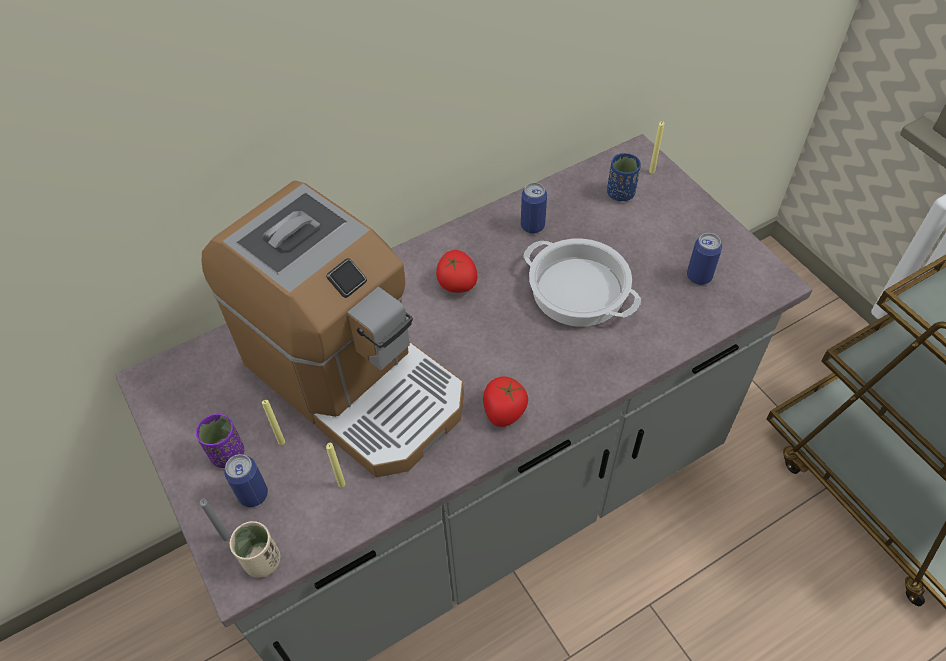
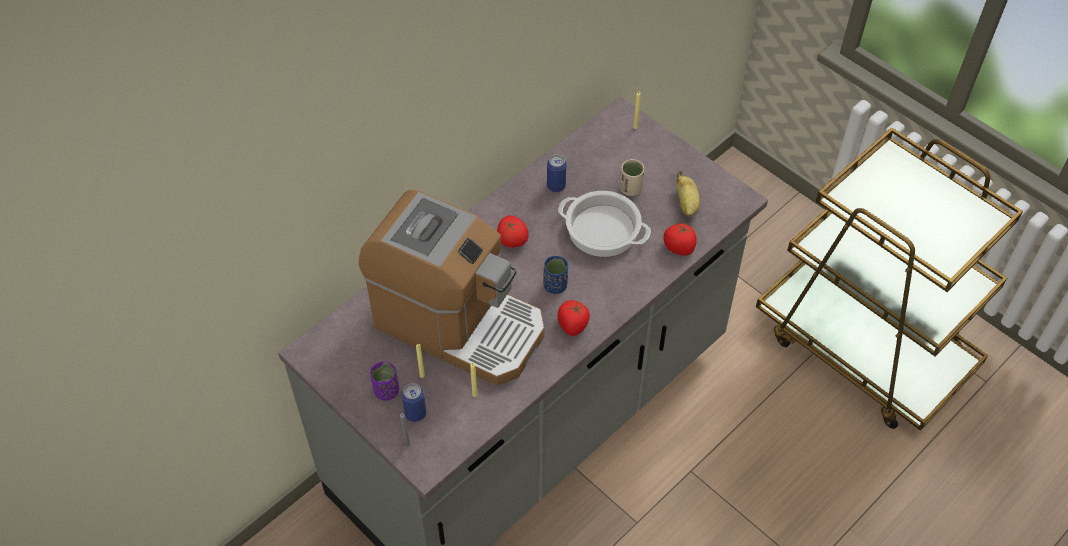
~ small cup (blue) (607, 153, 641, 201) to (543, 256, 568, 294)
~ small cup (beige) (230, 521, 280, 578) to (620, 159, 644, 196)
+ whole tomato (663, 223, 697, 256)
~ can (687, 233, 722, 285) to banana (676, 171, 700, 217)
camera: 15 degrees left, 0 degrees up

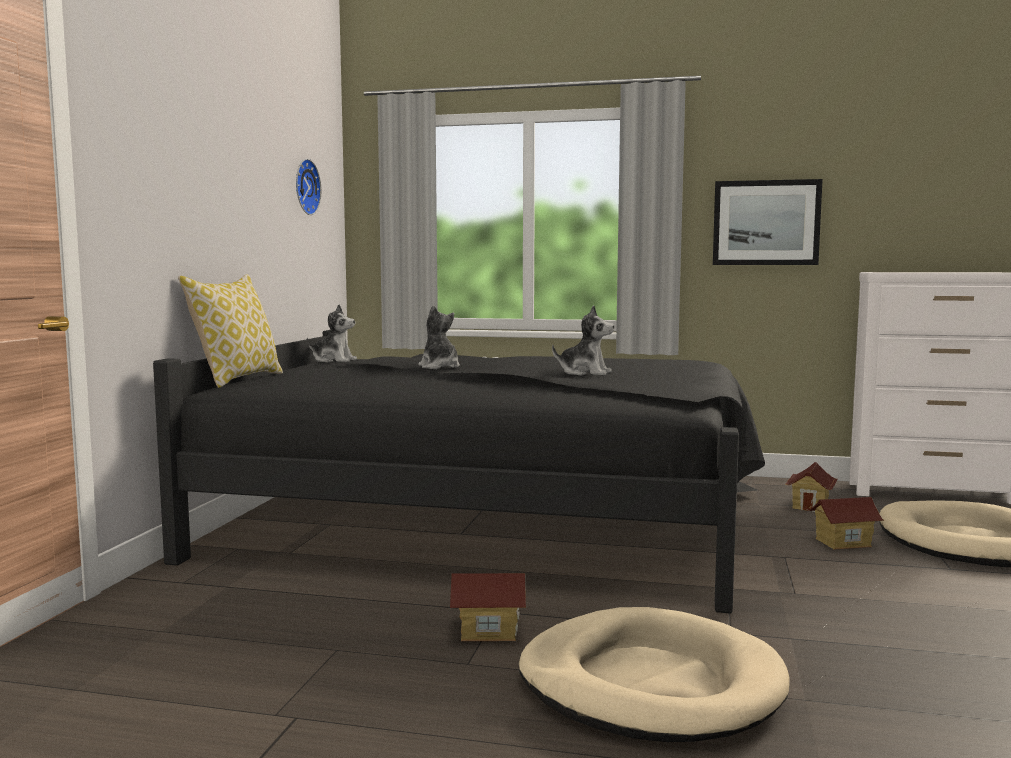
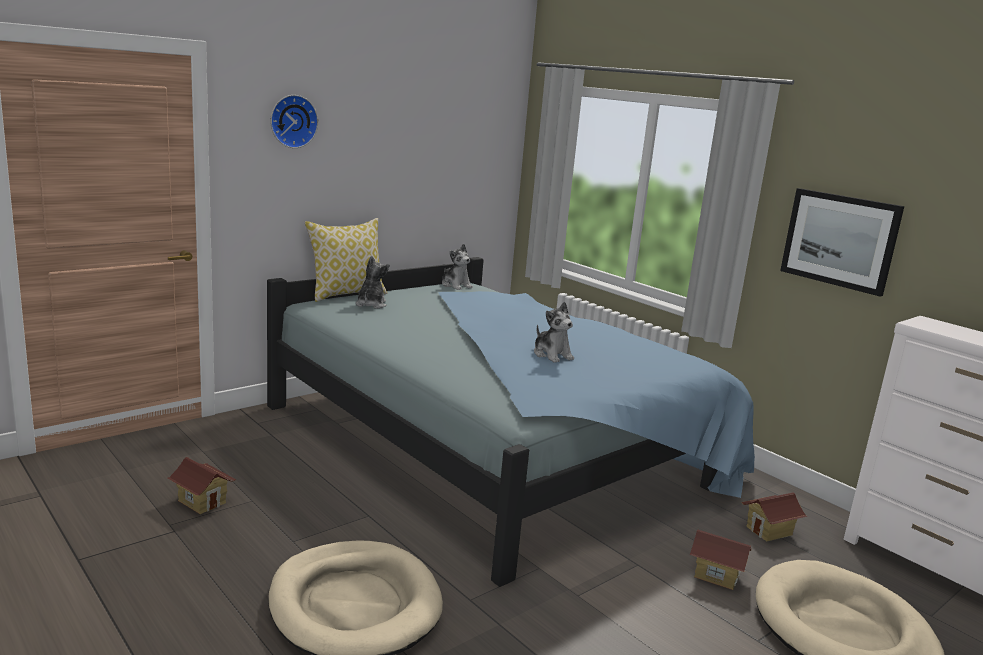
~ model house (450, 573, 526, 641) to (168, 457, 236, 514)
~ bed (blackish) (153, 330, 765, 614) to bed (blue) (267, 257, 755, 587)
~ hanging clock (296, 159, 322, 215) to (270, 95, 318, 148)
~ cuddly toy (419, 305, 460, 369) to (356, 256, 390, 309)
camera: 35 degrees right, 10 degrees up

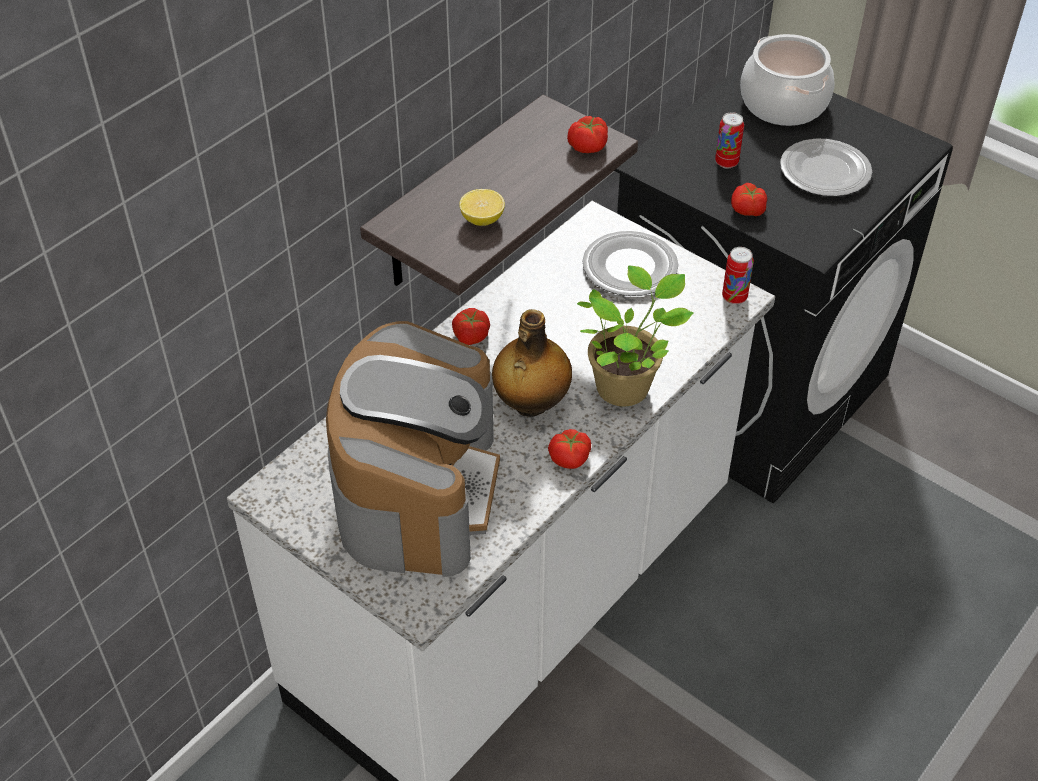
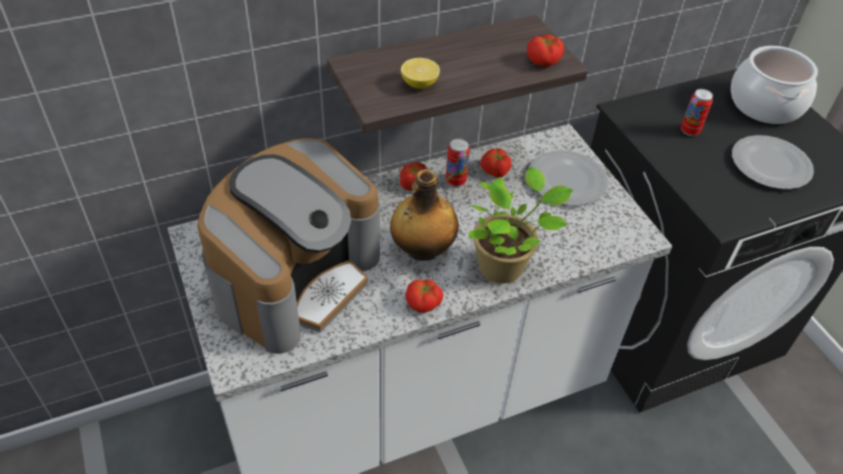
~ can (722, 247, 754, 304) to (446, 139, 470, 187)
~ whole tomato (731, 183, 767, 216) to (480, 148, 511, 178)
camera: 25 degrees right, 0 degrees up

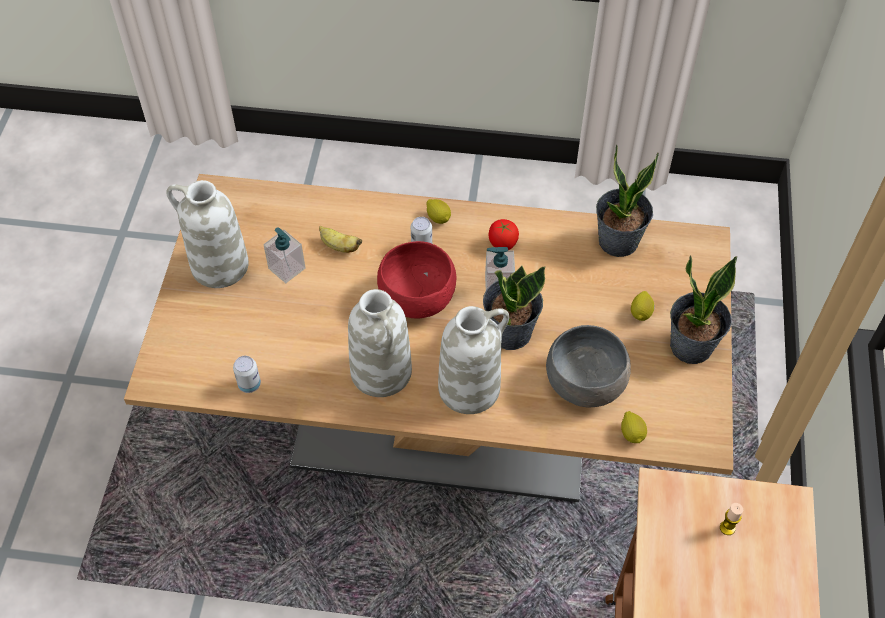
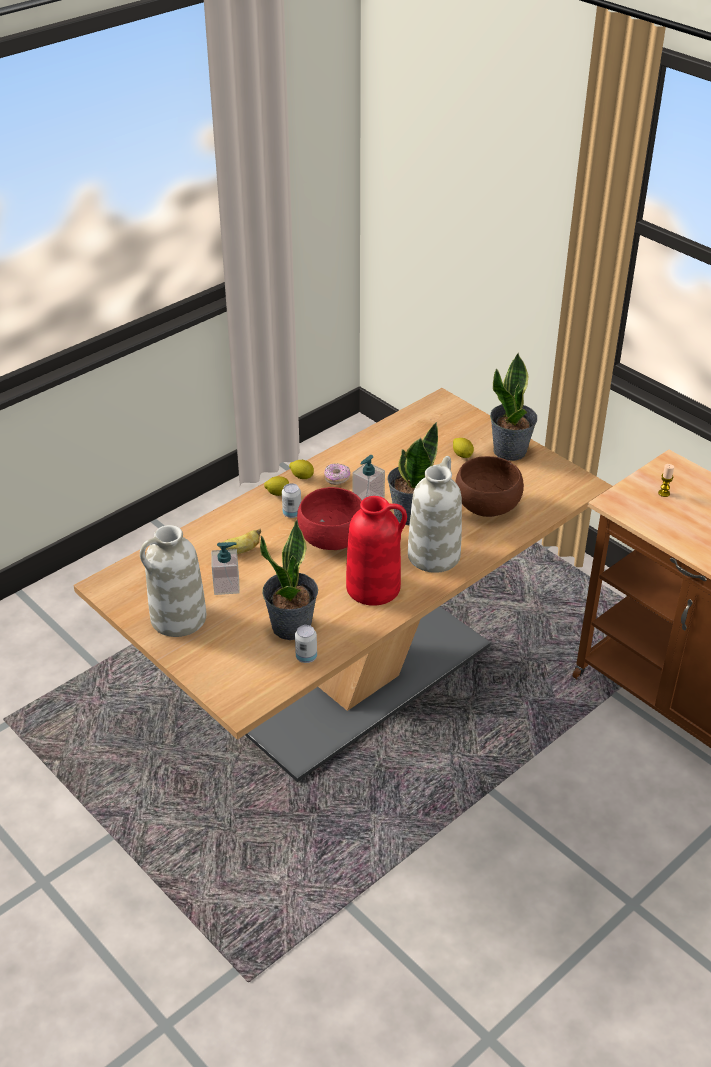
~ plant in a pot (596, 145, 659, 257) to (260, 520, 318, 640)
~ citrus fruit (621, 411, 647, 443) to (289, 460, 314, 479)
~ whole tomato (489, 219, 519, 250) to donut (324, 464, 350, 485)
~ flower vase (whitish) (348, 289, 412, 397) to flower vase (reddish) (346, 496, 407, 606)
~ deep dish (grey) (546, 325, 631, 408) to deep dish (brown) (455, 456, 524, 517)
camera: 50 degrees left, 15 degrees down

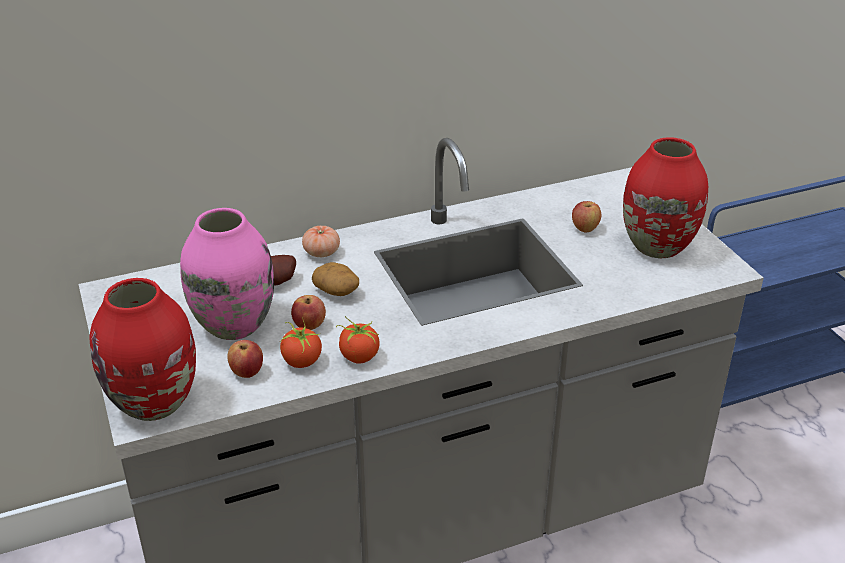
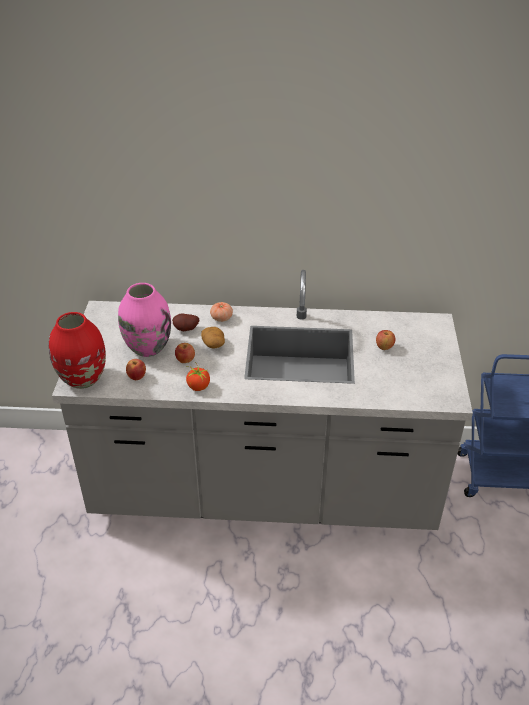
- whole tomato (280, 317, 322, 368)
- flower vase (reddish) (623, 137, 708, 259)
camera: 25 degrees right, 5 degrees up

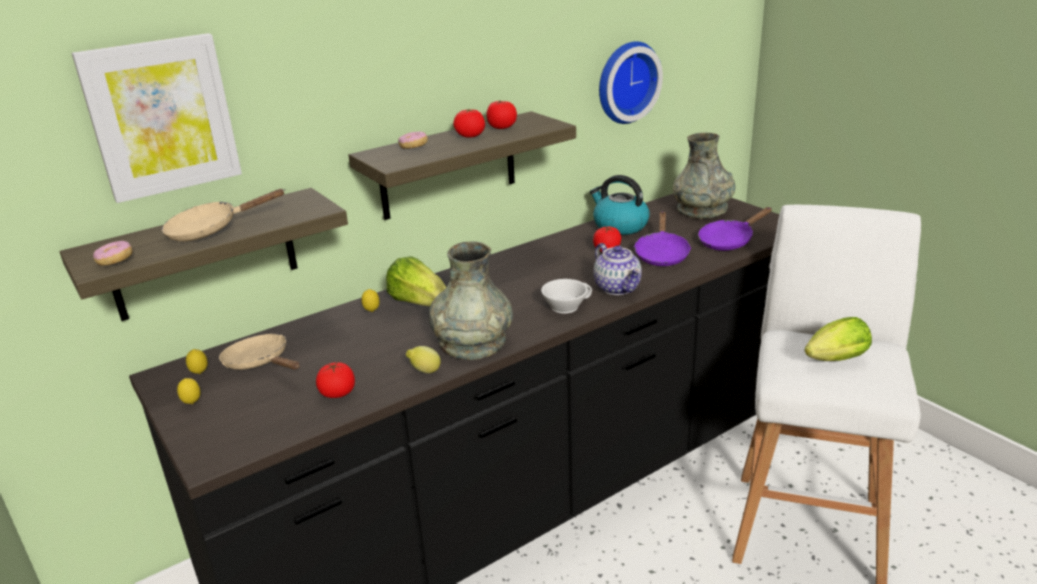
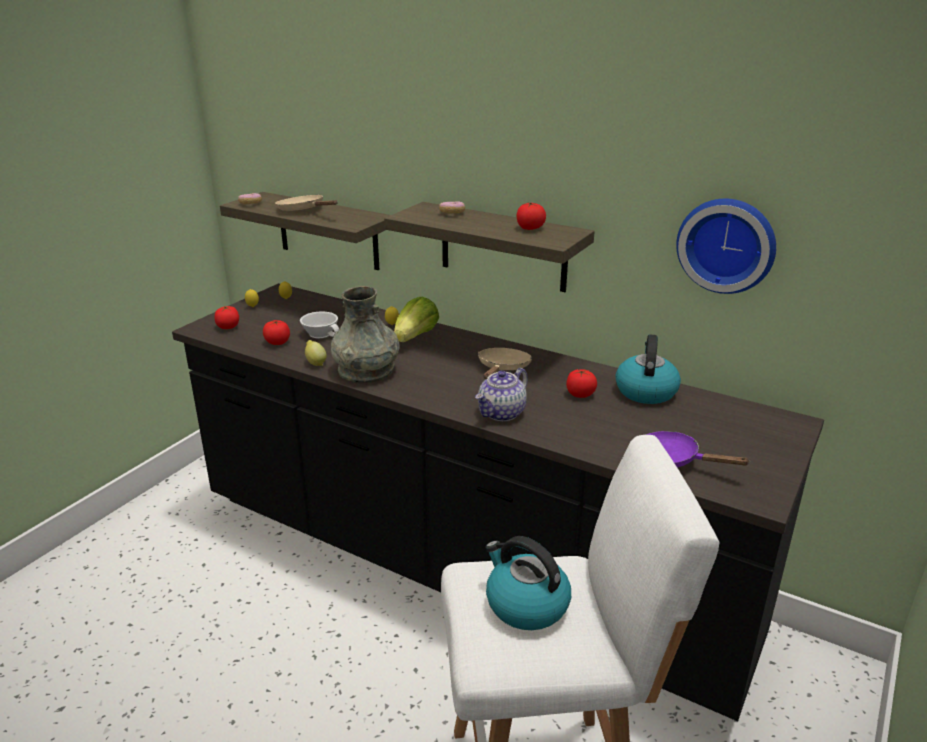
~ whole tomato (453, 109, 485, 138) to (215, 306, 239, 329)
~ small cup (whitish) (541, 279, 592, 313) to (300, 311, 339, 338)
~ pan (beige) (219, 334, 300, 370) to (478, 348, 532, 379)
~ head of lettuce (804, 317, 872, 361) to kettle (485, 536, 571, 630)
- picture (72, 33, 242, 203)
- pan (purple) (634, 212, 691, 266)
- flower vase (grey) (673, 133, 736, 219)
camera: 65 degrees right, 0 degrees up

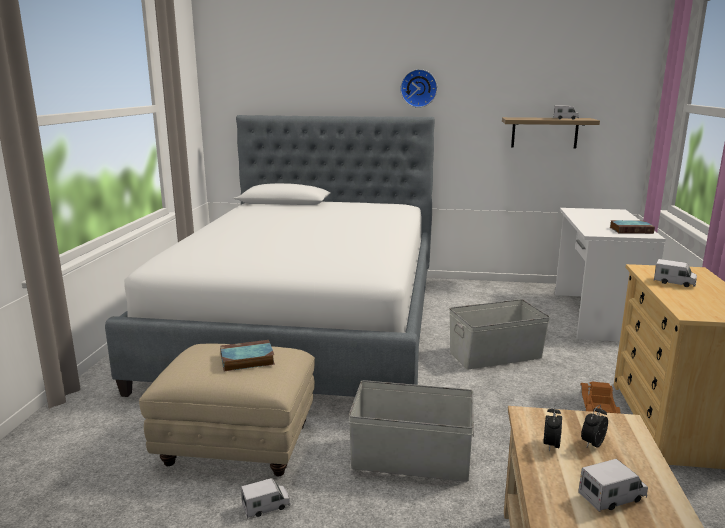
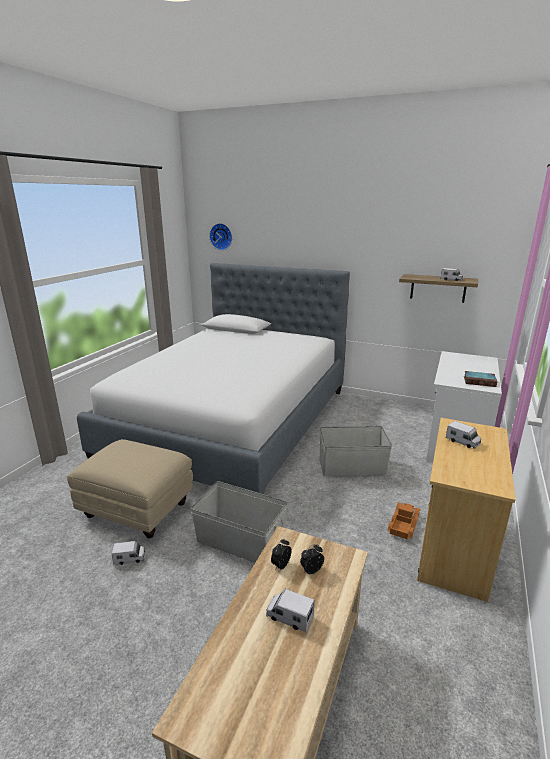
~ hanging clock (400, 69, 437, 108) to (209, 223, 232, 250)
~ toy lorry (578, 459, 648, 512) = (266, 589, 314, 633) 150 degrees counterclockwise
- bound book (220, 340, 275, 371)
camera: 15 degrees right, 5 degrees up

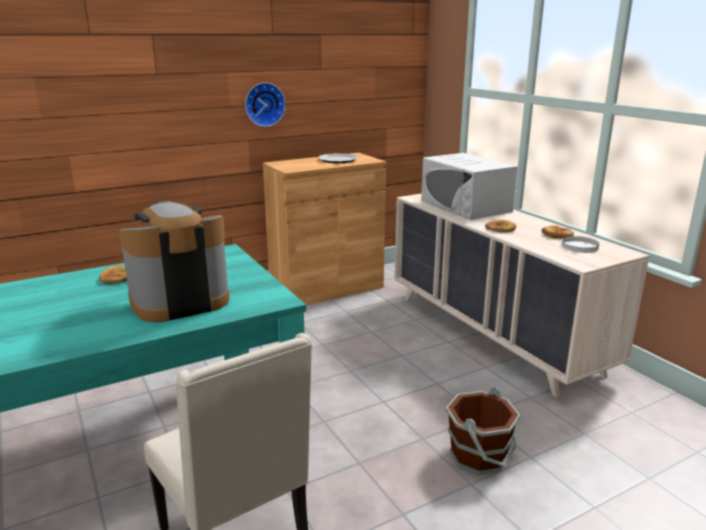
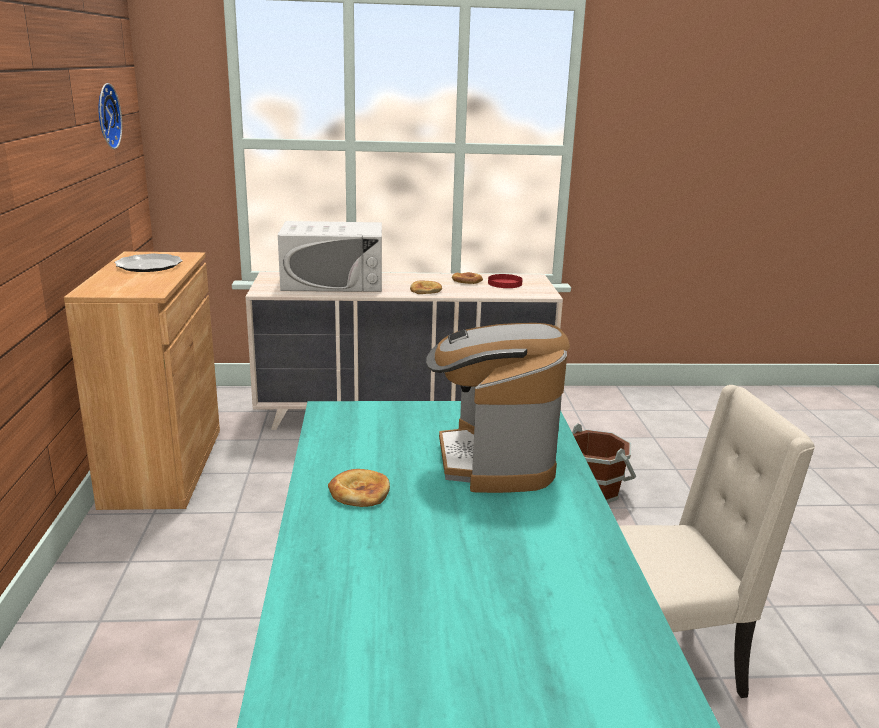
~ hanging clock (245, 83, 286, 127) to (99, 83, 122, 149)
~ dinner plate (whitish) (562, 236, 599, 253) to dinner plate (reddish) (488, 274, 523, 288)
camera: 65 degrees left, 0 degrees up

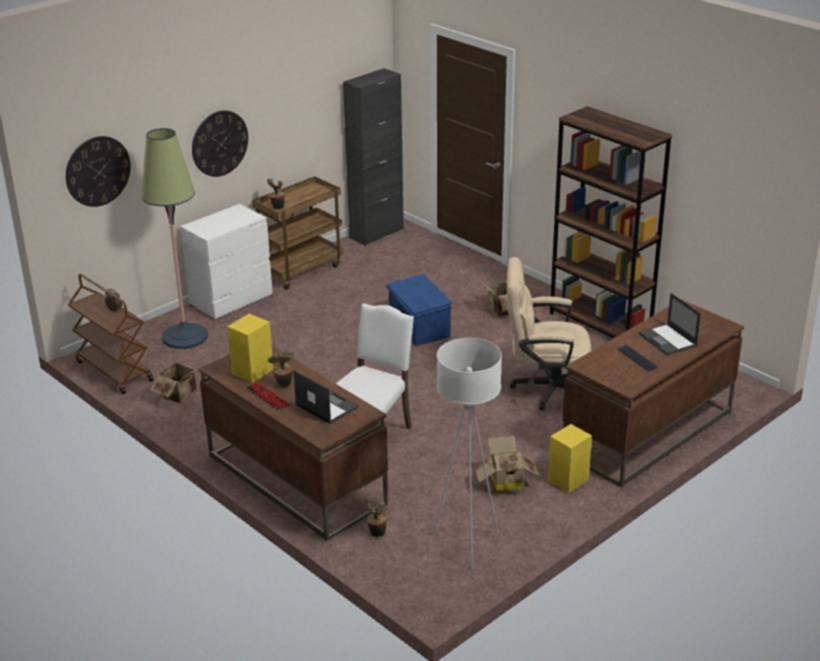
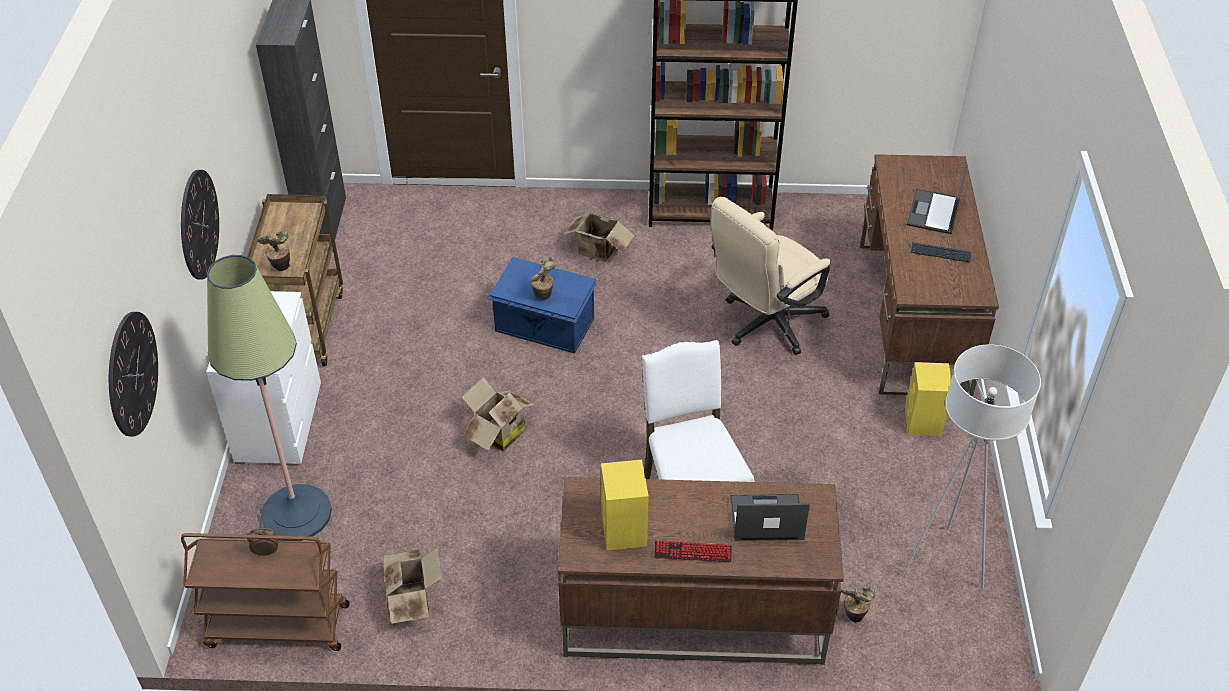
~ carton (473, 436, 539, 495) to (462, 378, 535, 451)
~ plant in a pot (268, 350, 294, 387) to (531, 257, 556, 300)
~ laptop (639, 293, 701, 355) = (907, 163, 967, 234) 90 degrees clockwise
camera: 45 degrees left, 15 degrees up

